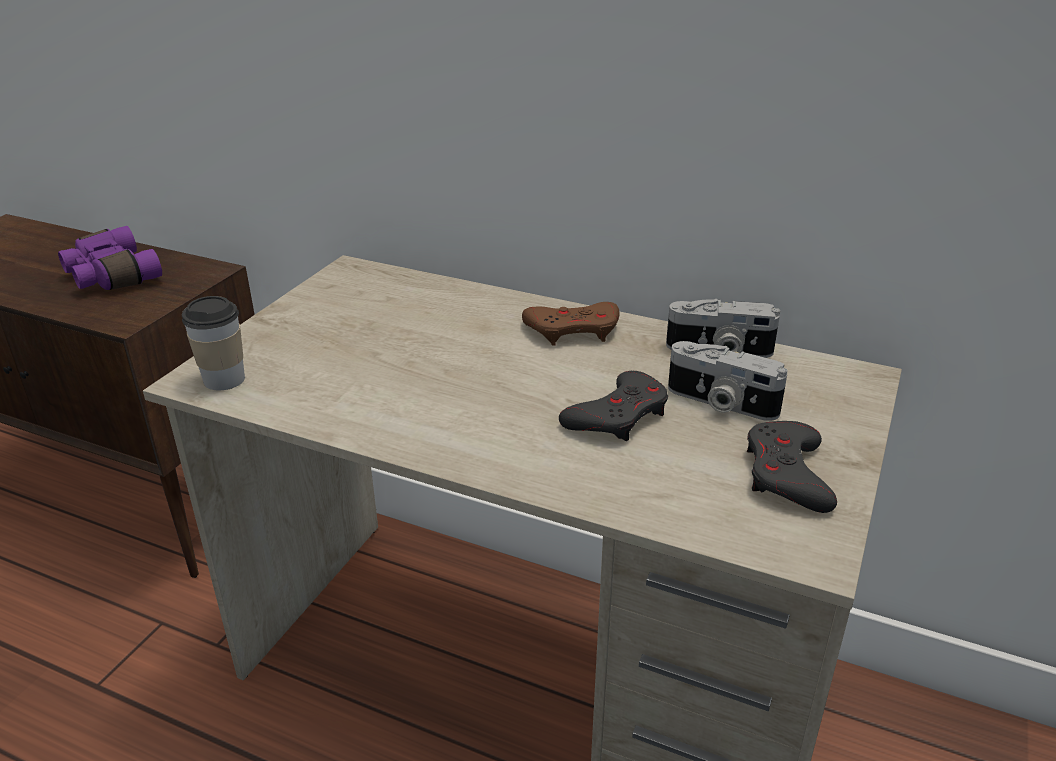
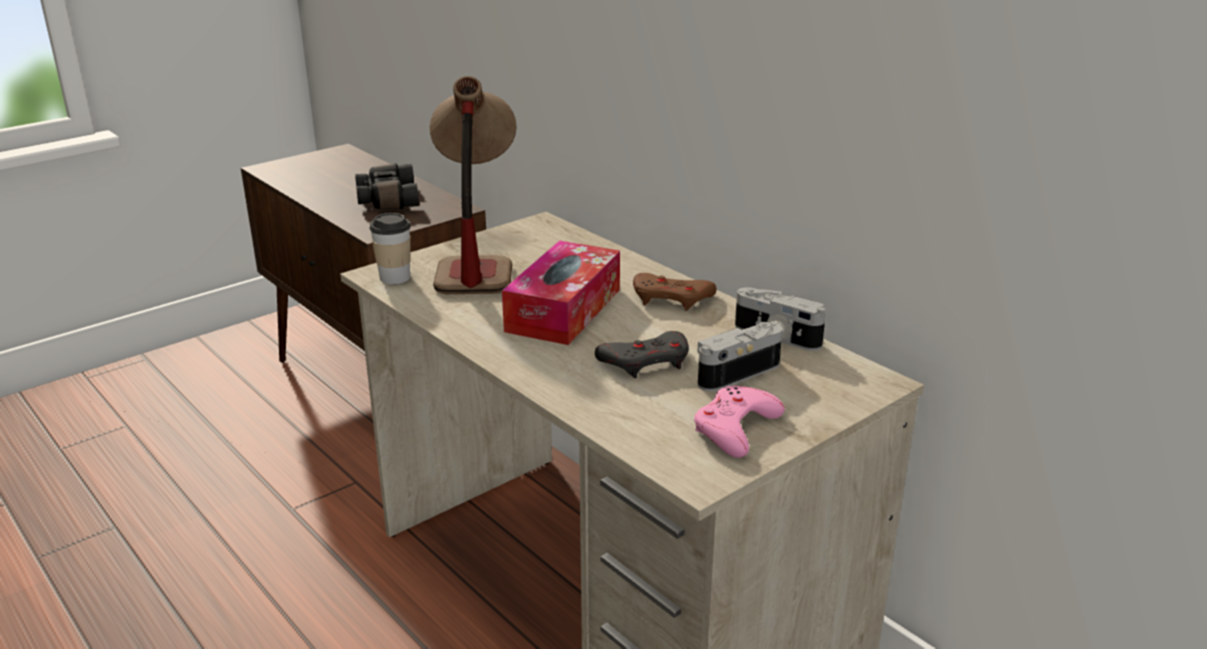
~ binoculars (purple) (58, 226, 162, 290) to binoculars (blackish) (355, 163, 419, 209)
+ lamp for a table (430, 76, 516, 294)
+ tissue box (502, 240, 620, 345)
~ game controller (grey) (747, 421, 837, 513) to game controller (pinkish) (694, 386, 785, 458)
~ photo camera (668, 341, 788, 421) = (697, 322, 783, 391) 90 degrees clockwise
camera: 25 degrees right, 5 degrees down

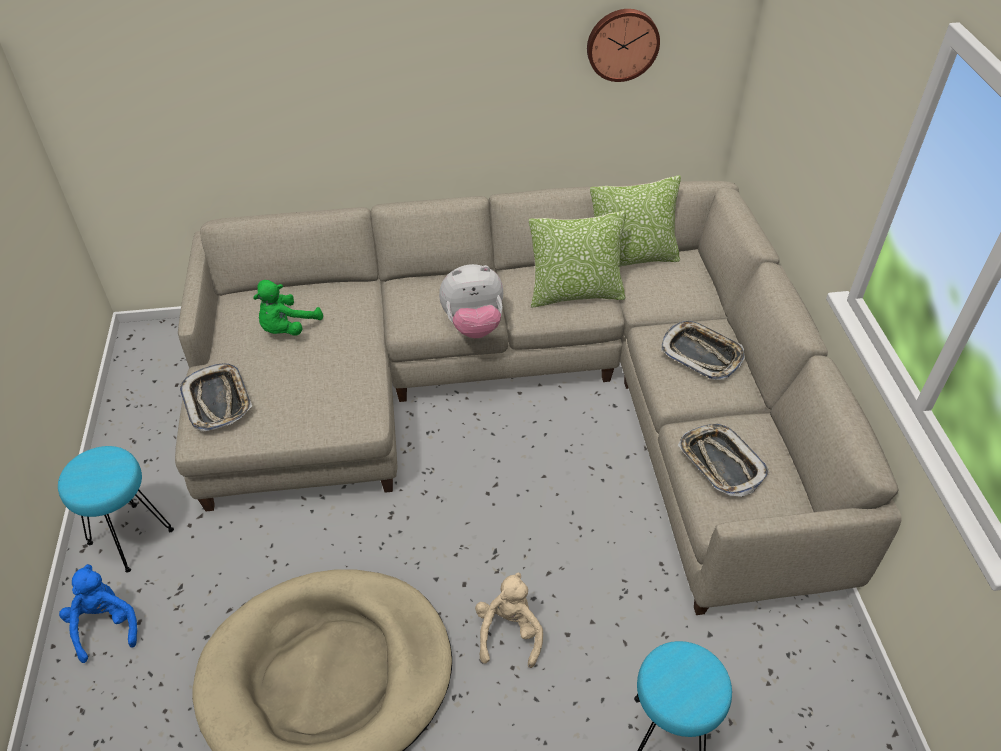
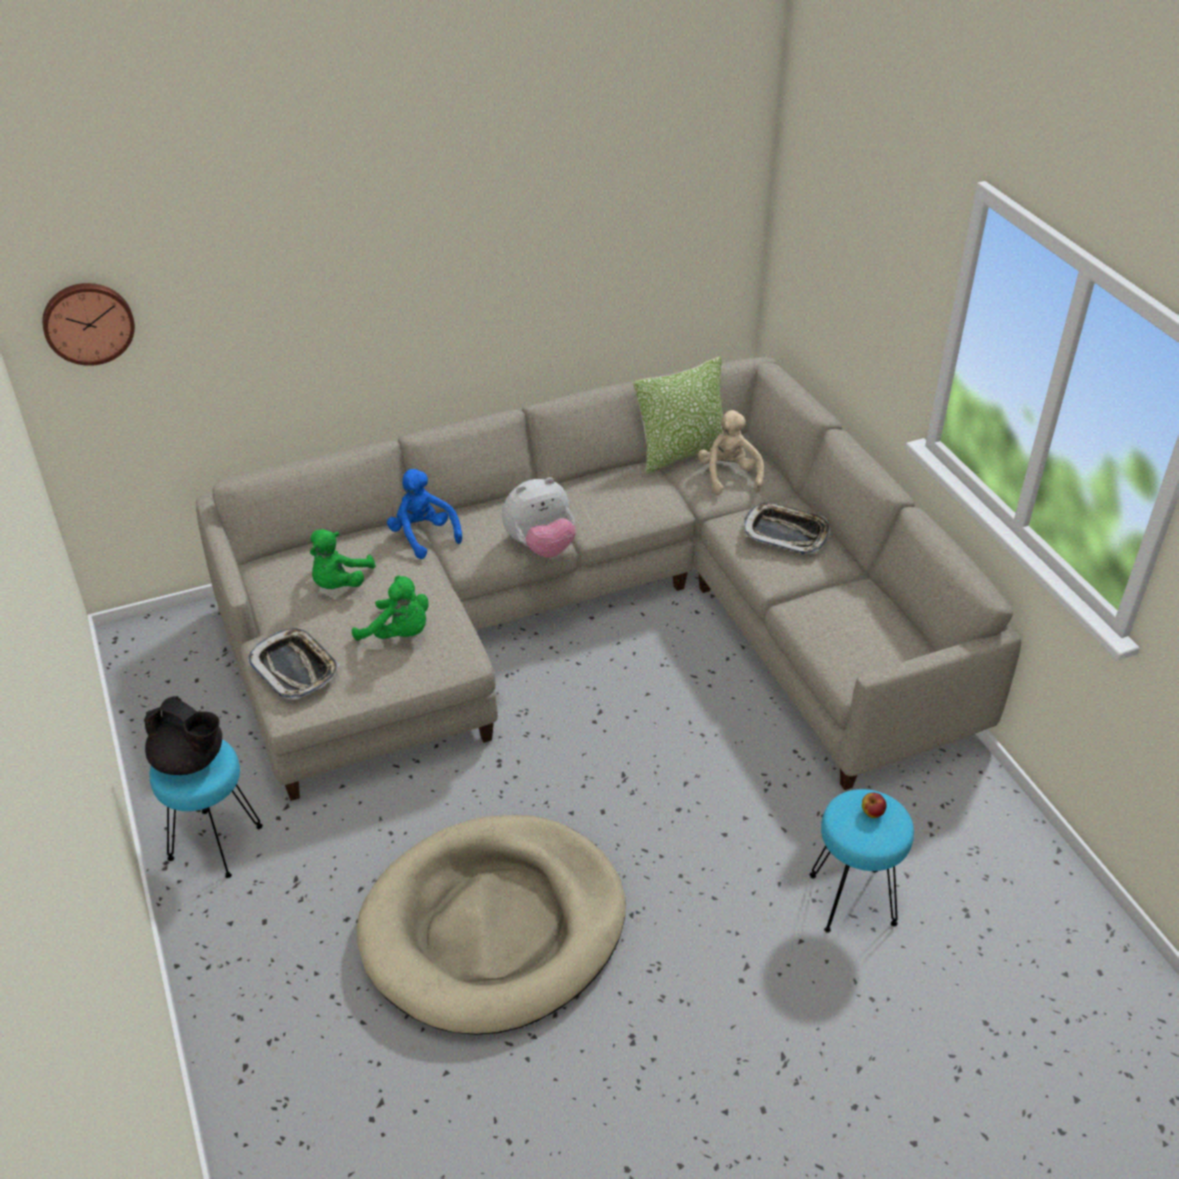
~ hanging clock (587, 9, 660, 82) to (42, 283, 135, 366)
+ teapot (blackish) (144, 696, 222, 775)
+ cuddly toy (green-coloured) (352, 576, 429, 641)
~ cuddly toy (blue) (59, 564, 137, 663) to (387, 469, 462, 559)
~ cuddly toy (beige) (475, 572, 543, 668) to (698, 410, 764, 495)
+ whole apple (862, 793, 887, 818)
- cushion (529, 211, 626, 307)
- serving tray (678, 424, 770, 497)
camera: 15 degrees left, 5 degrees down

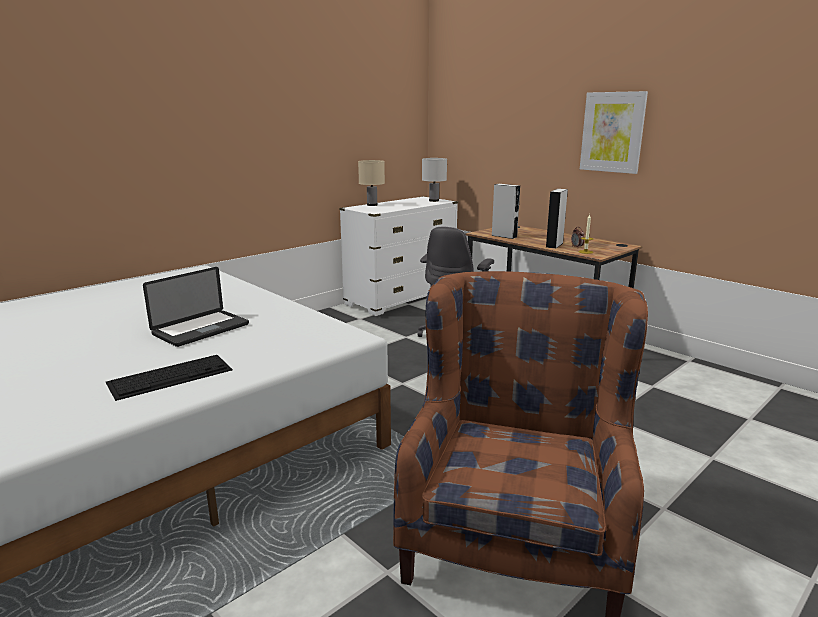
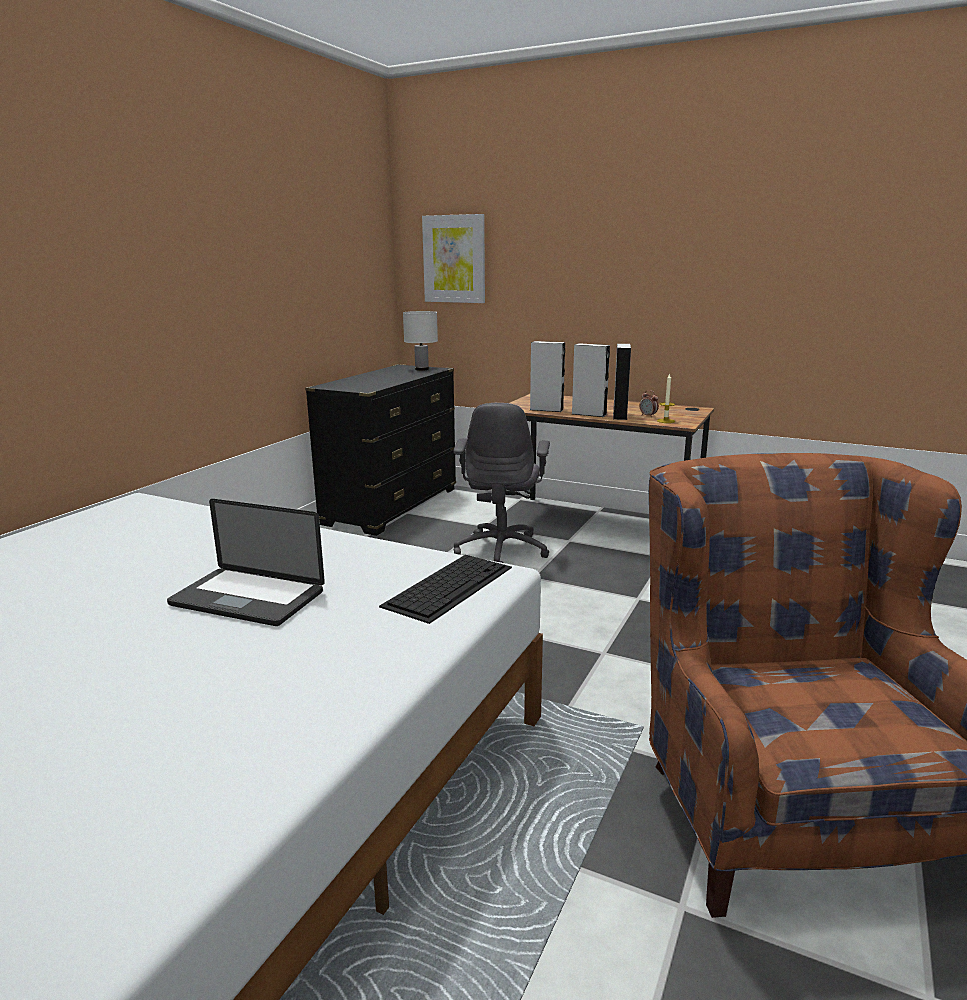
~ laptop (143, 267, 249, 347) = (167, 499, 325, 626) 90 degrees clockwise
~ dresser (whitish) (340, 196, 458, 316) to dresser (blackish) (305, 364, 456, 536)
~ PC keyboard (106, 355, 233, 401) to (379, 555, 512, 624)
~ picture (580, 91, 648, 174) to (422, 214, 485, 303)
+ speaker (grey) (572, 343, 610, 417)
- lamp for a table (beige) (358, 160, 385, 206)
camera: 20 degrees left, 0 degrees up

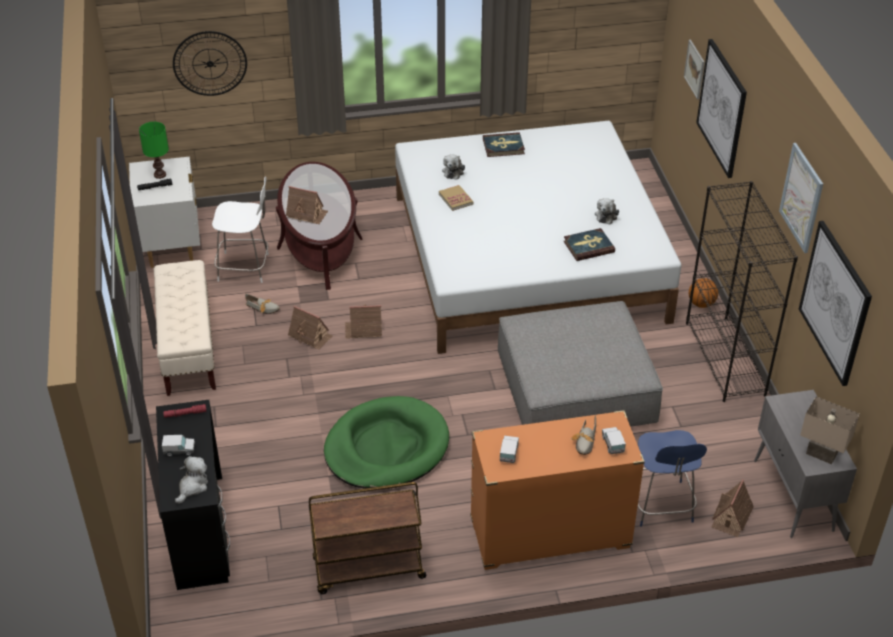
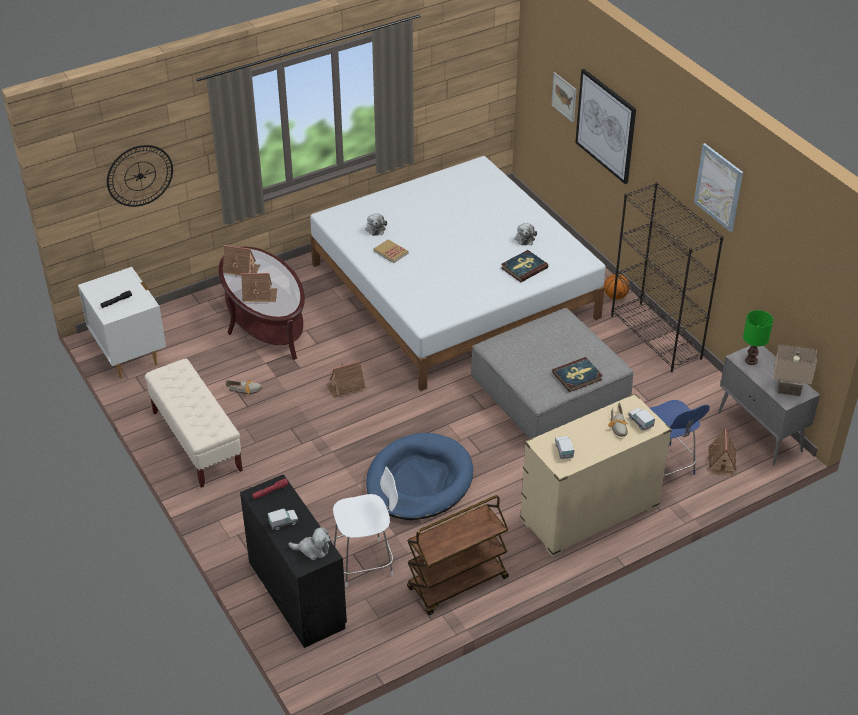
~ model house (288, 306, 333, 350) to (223, 245, 260, 276)
~ cuddly toy (175, 456, 208, 504) = (288, 527, 331, 560) 90 degrees clockwise
~ chair (whitish) (212, 176, 269, 283) to (332, 467, 398, 587)
~ dog cushion (green-coloured) (324, 396, 449, 489) to dog cushion (blue) (366, 433, 473, 520)
~ dresser (orangey) (470, 410, 645, 570) to dresser (beige) (520, 394, 672, 557)
~ bound book (483, 132, 525, 157) to (552, 357, 603, 392)
~ lamp for a table (green-coloured) (139, 122, 169, 179) to (743, 310, 773, 365)
- picture (799, 221, 872, 386)
camera: 20 degrees left, 0 degrees up

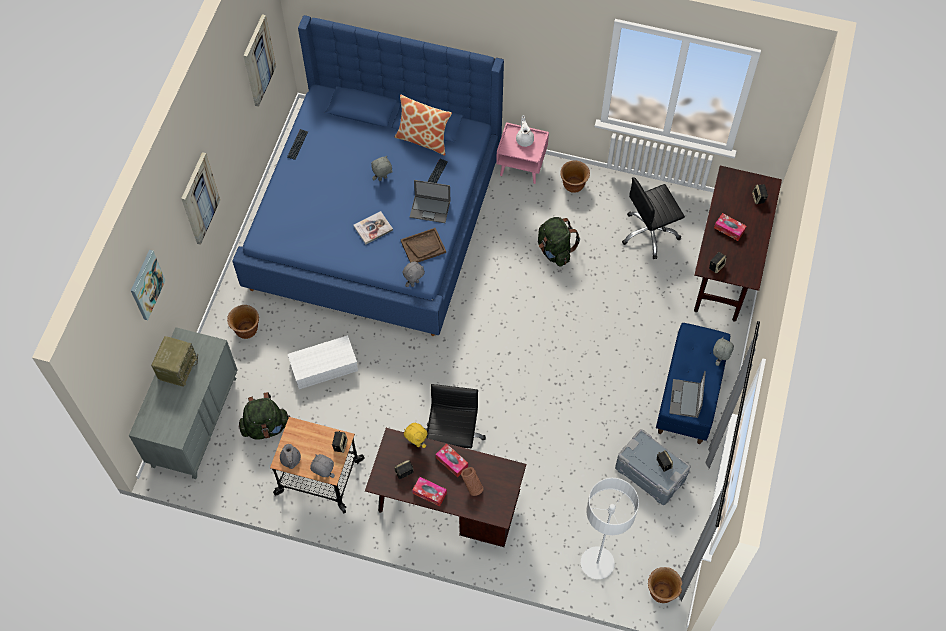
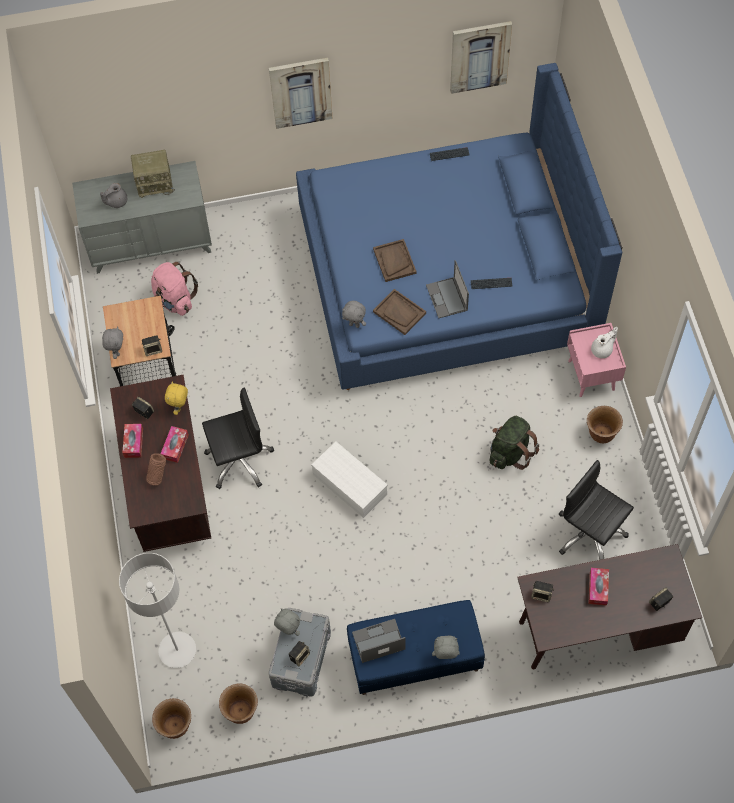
~ teapot (grey) (280, 444, 301, 469) to (100, 183, 127, 208)
~ rucksack (green-coloured) (239, 392, 290, 440) to rucksack (pinkish) (151, 262, 198, 316)
~ planter (brown) (227, 305, 259, 339) to (219, 683, 258, 724)
~ cuddly toy (grey) (371, 156, 393, 181) to (274, 608, 300, 636)
~ storage box (whitish) (288, 335, 358, 389) to (311, 442, 388, 518)
~ bound book (354, 211, 393, 244) to serving tray (brown) (373, 239, 417, 282)
- picture (131, 250, 166, 320)
- cushion (395, 94, 452, 155)
camera: 65 degrees right, 0 degrees up

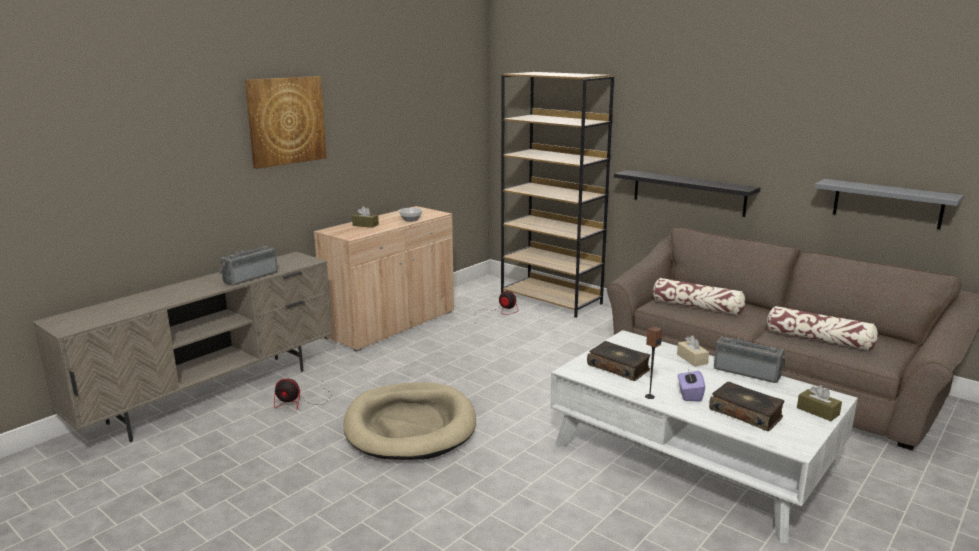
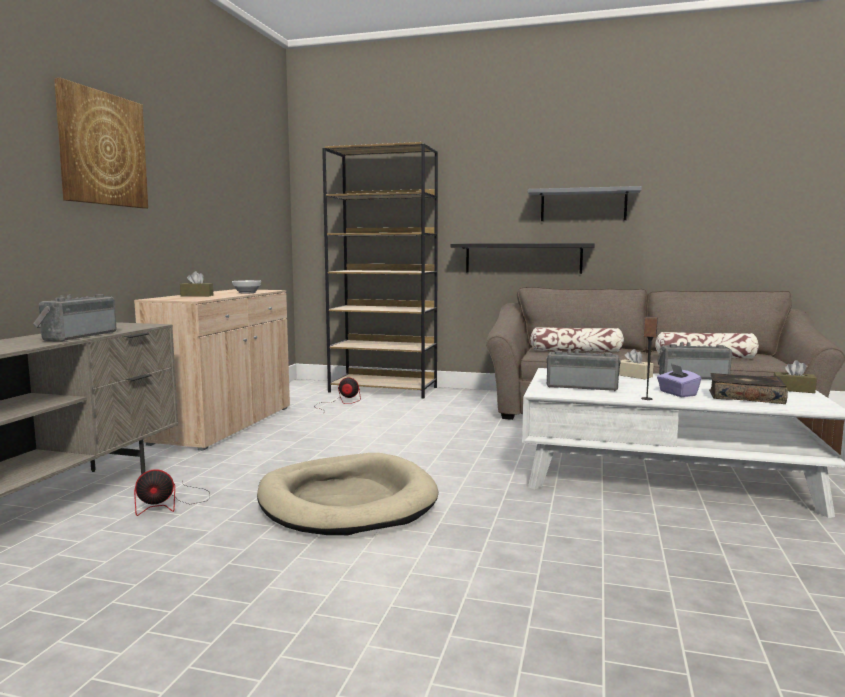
~ wall shelf (grey) (814, 179, 964, 230) to (528, 186, 642, 221)
~ bound book (587, 341, 651, 381) to radio (546, 349, 621, 391)
camera: 25 degrees left, 10 degrees down

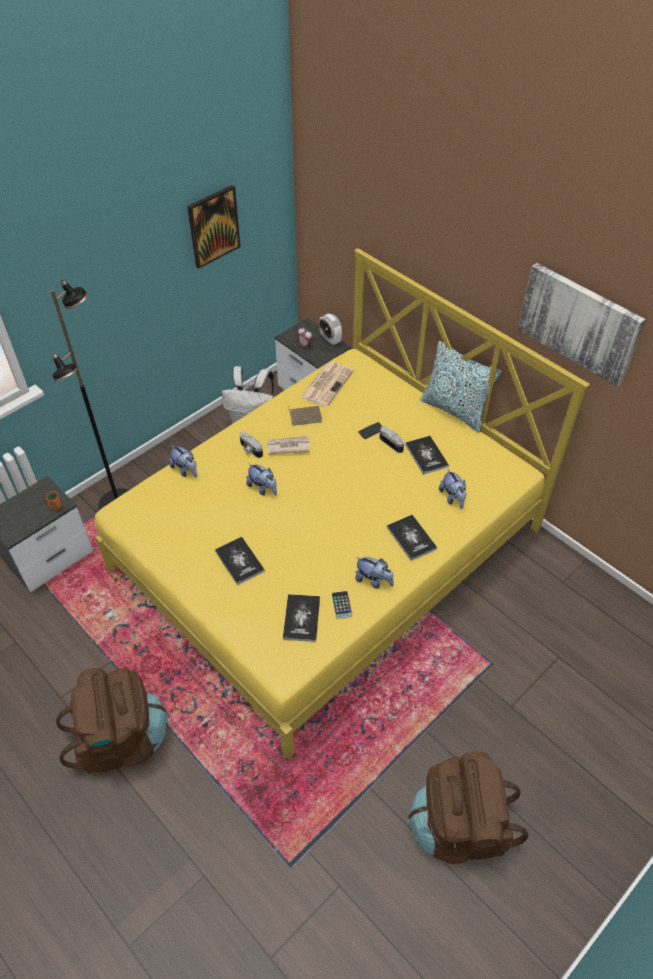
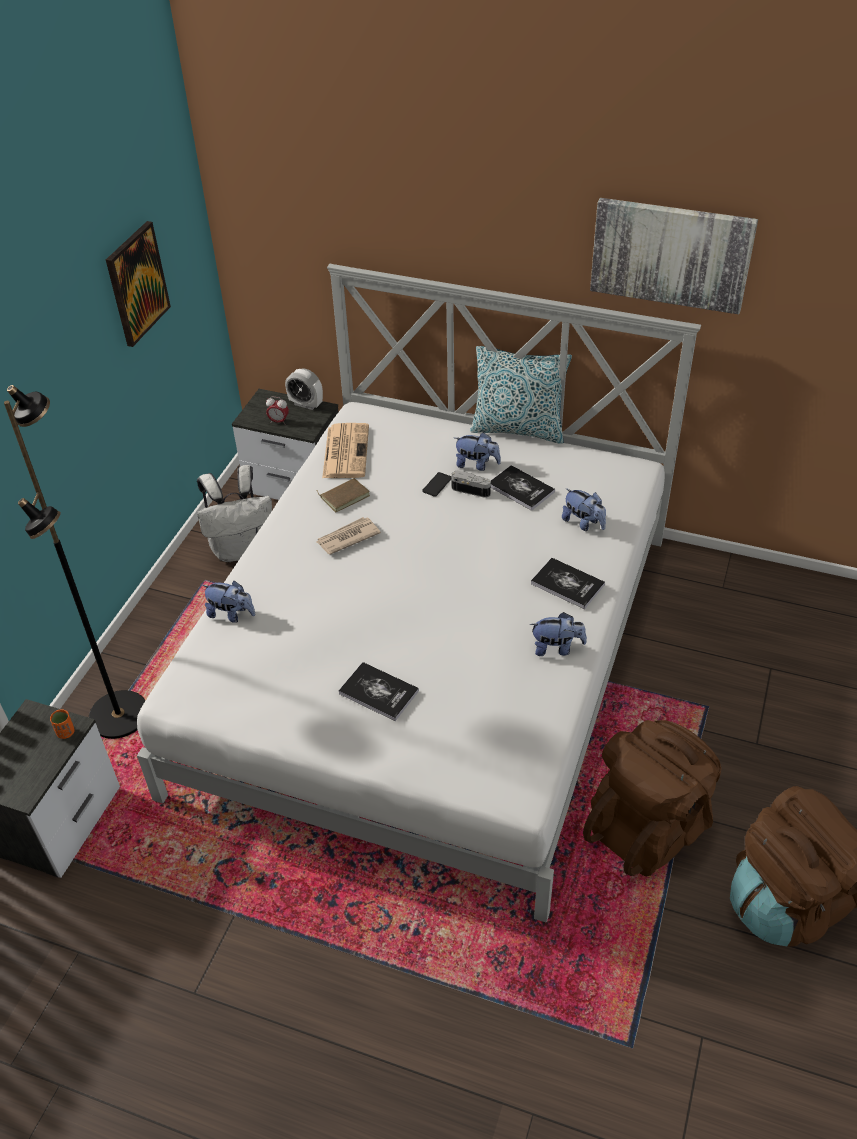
~ bed (yellow-coloured) (95, 248, 590, 759) to bed (whitish) (137, 264, 701, 923)
~ cuddly toy (246, 463, 277, 496) to (454, 432, 501, 471)
~ rucksack (brown) (56, 668, 168, 774) to (583, 720, 722, 876)
- photo camera (240, 432, 263, 458)
- bound book (283, 594, 320, 642)
- telephone (332, 591, 352, 619)
camera: 25 degrees left, 5 degrees down

